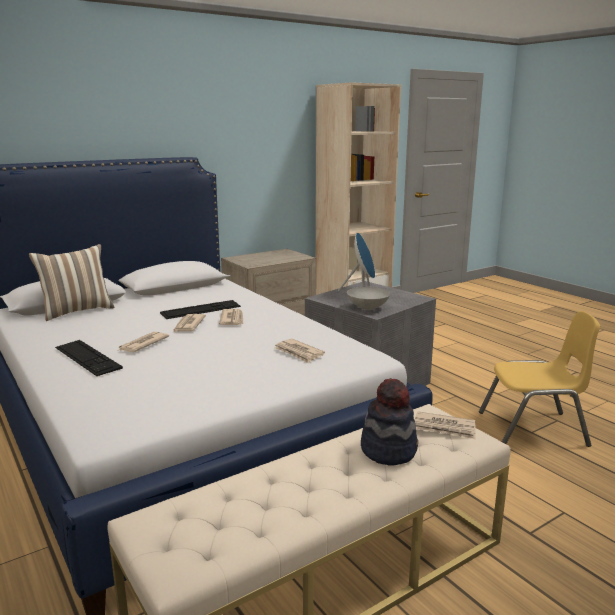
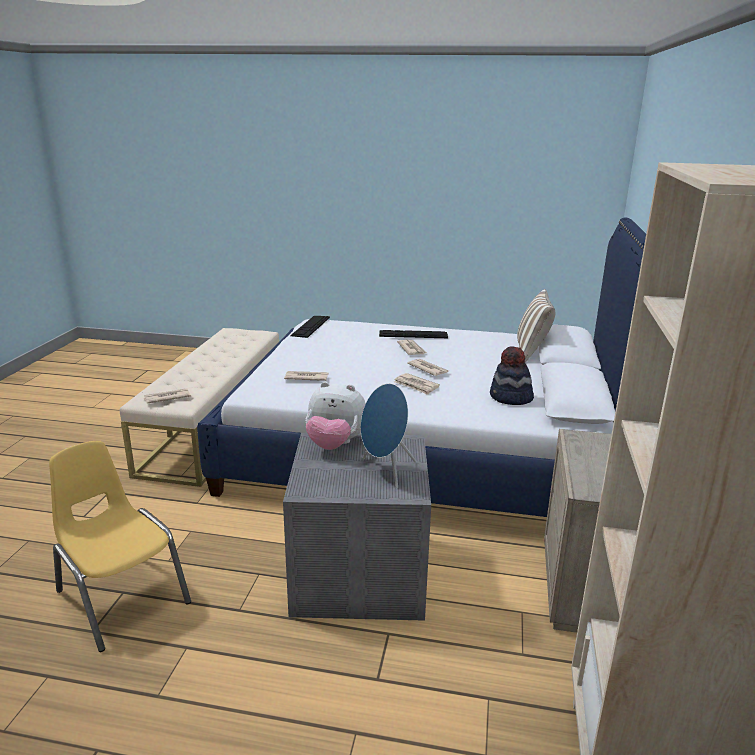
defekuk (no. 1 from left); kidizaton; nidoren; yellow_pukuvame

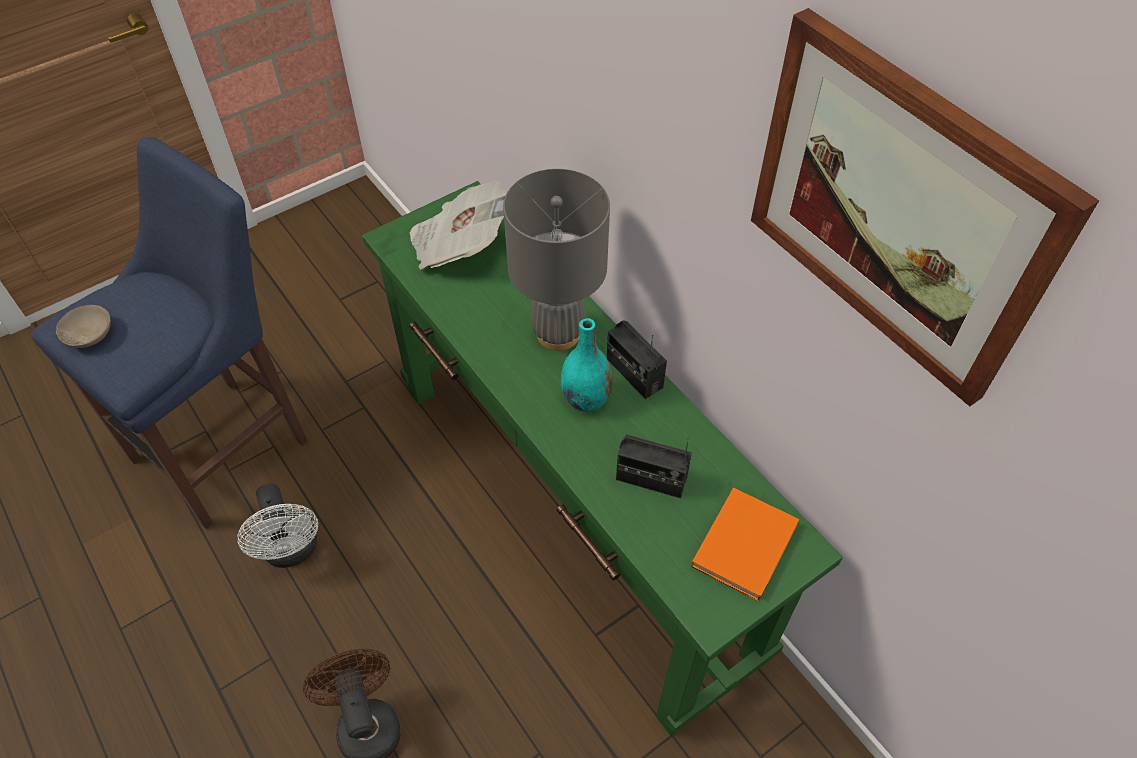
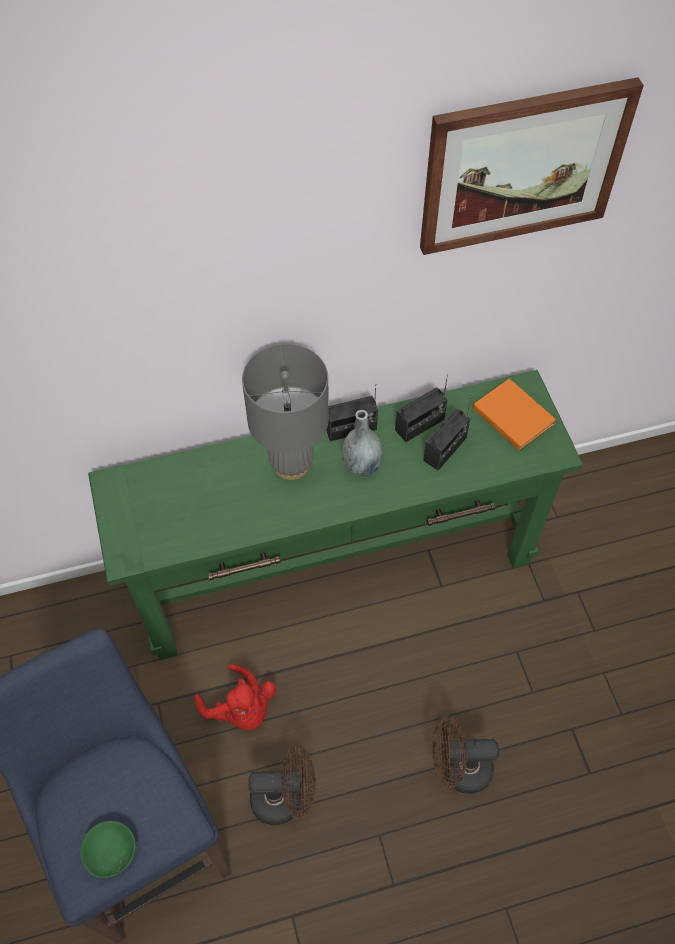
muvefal; red_nidoren; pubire (no. 2 from left); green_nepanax; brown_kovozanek (no. 1 from left); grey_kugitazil

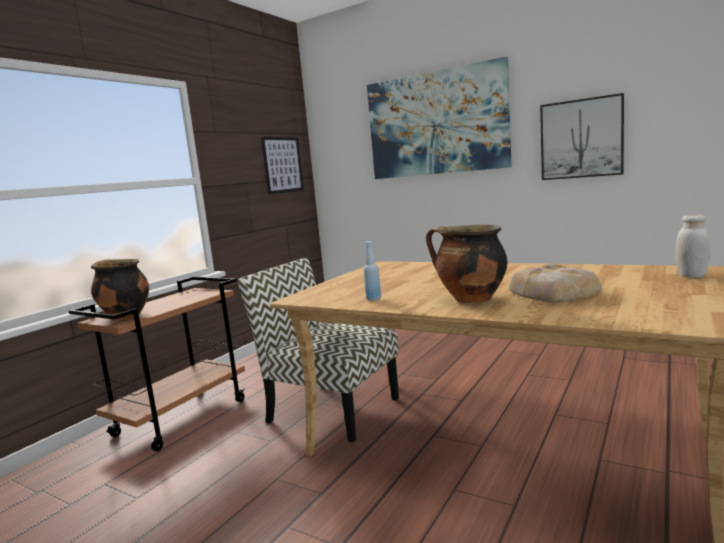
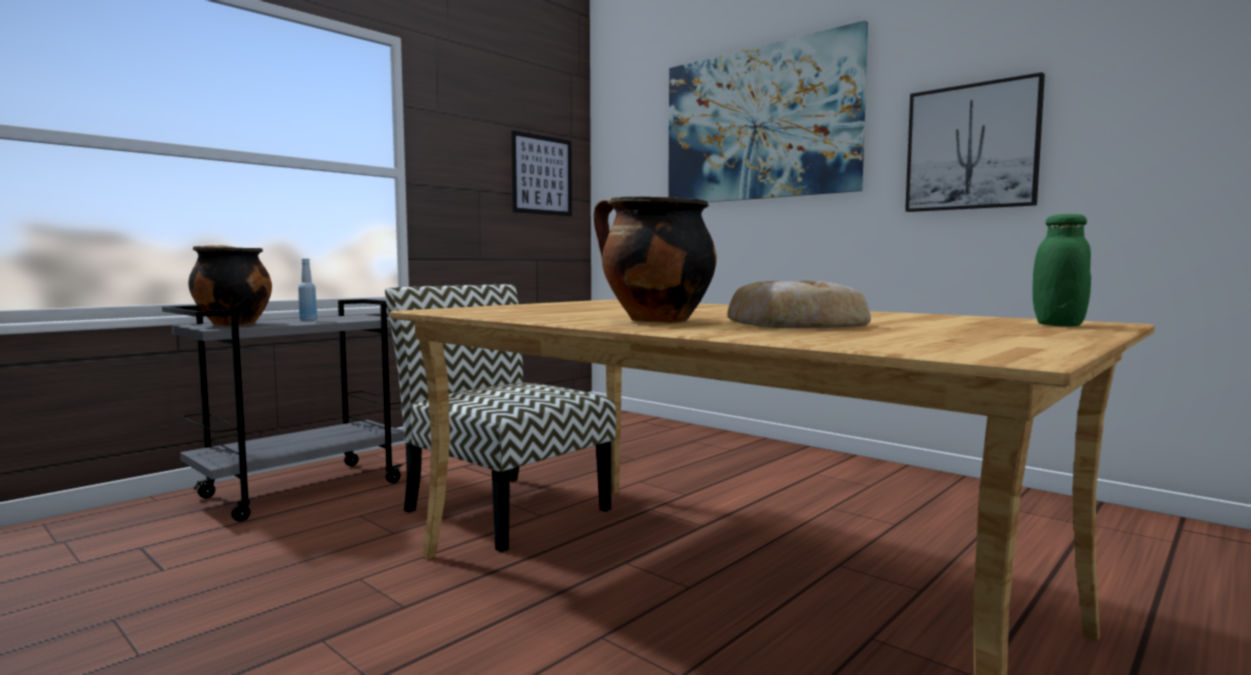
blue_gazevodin; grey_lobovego; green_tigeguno

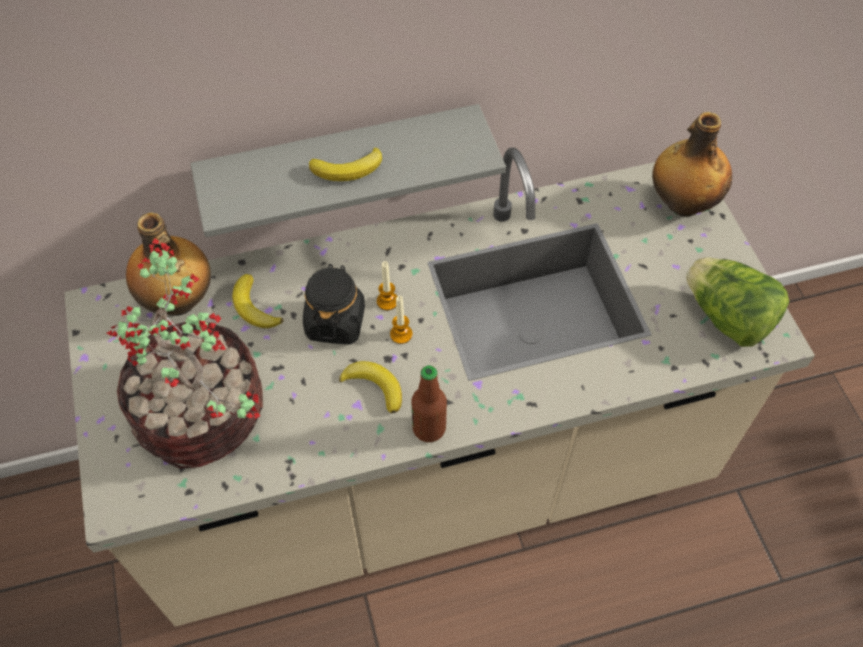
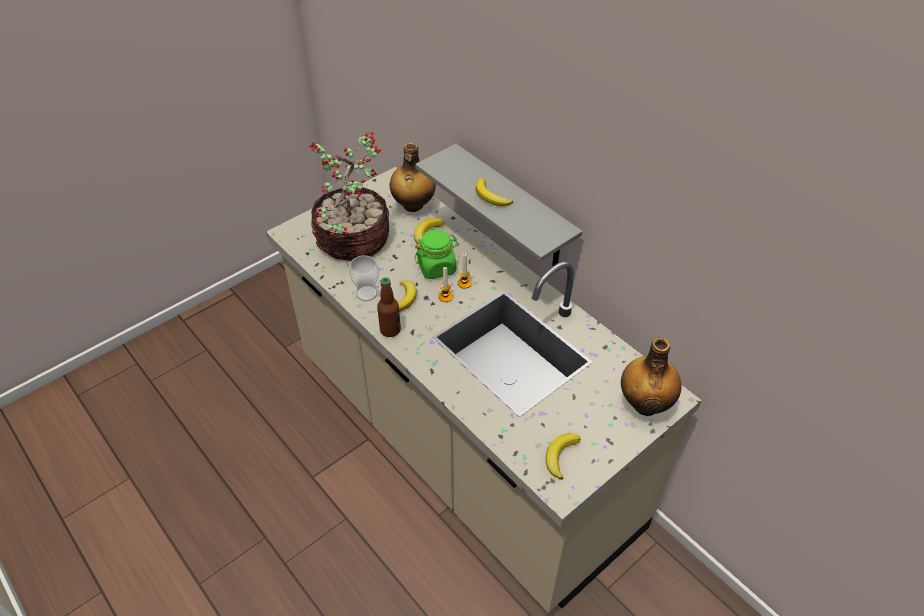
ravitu; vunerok (no. 4 from left); green_tigeguno

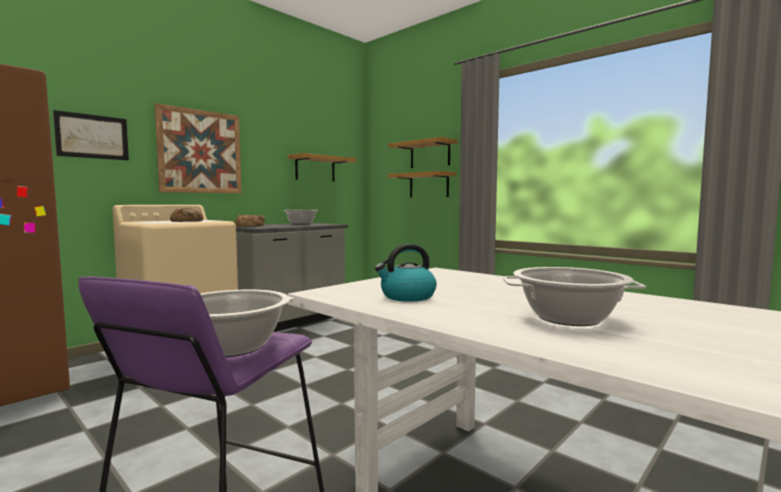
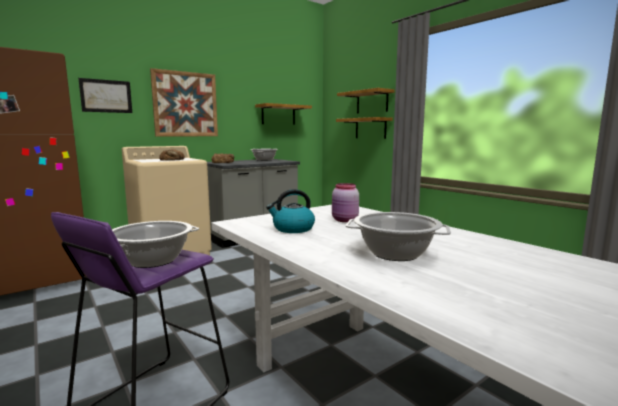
pink_tigeguno

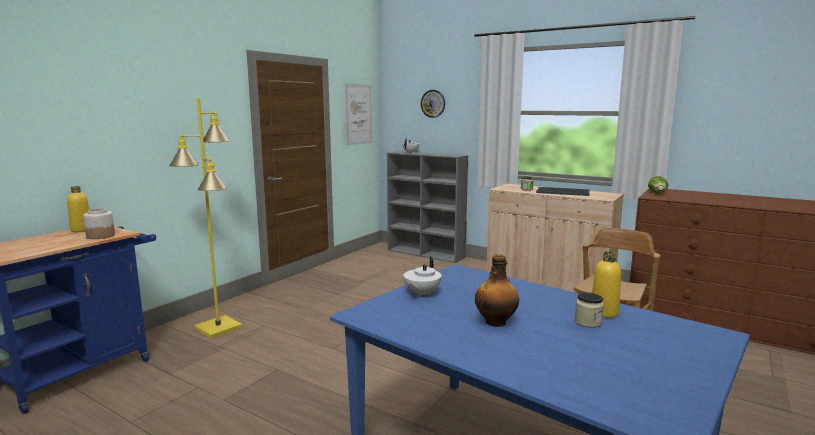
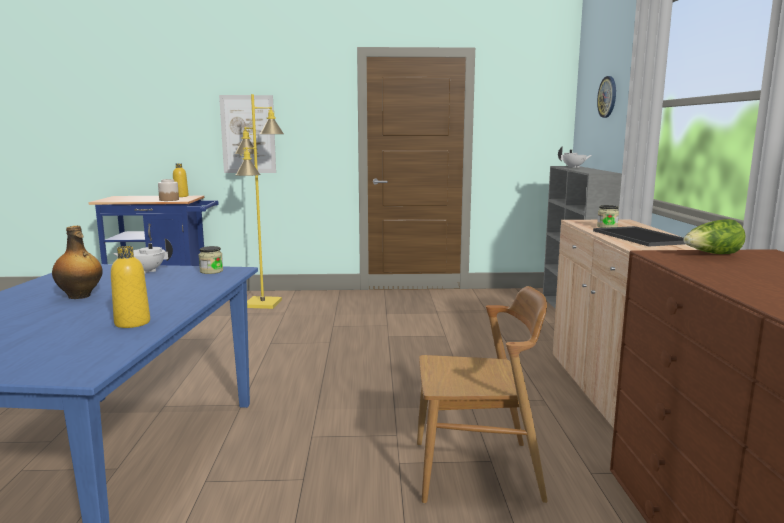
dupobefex; tigeguno (no. 2 from left)

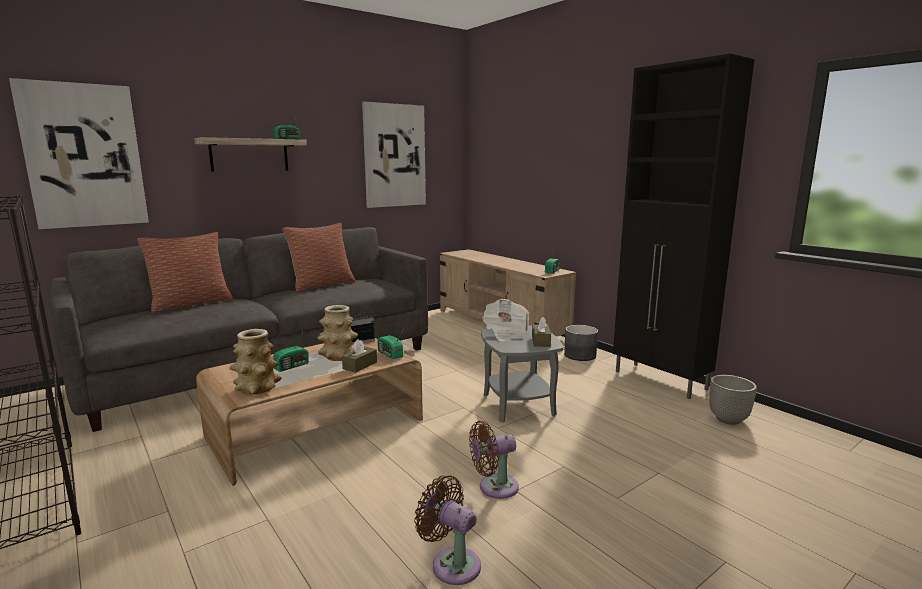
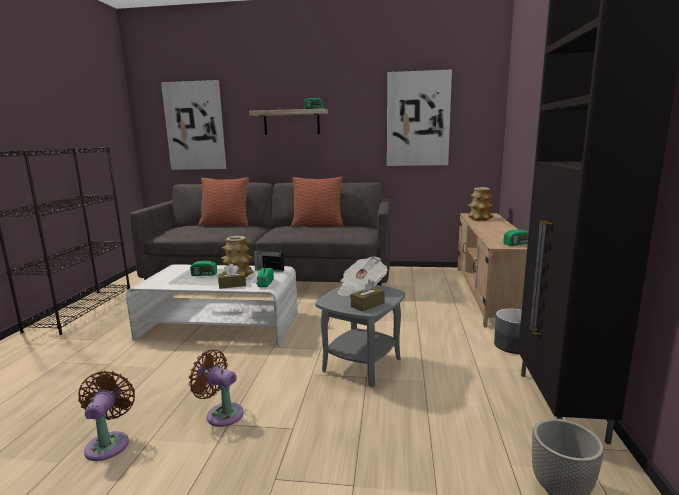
kugitazil (no. 2 from left); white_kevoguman

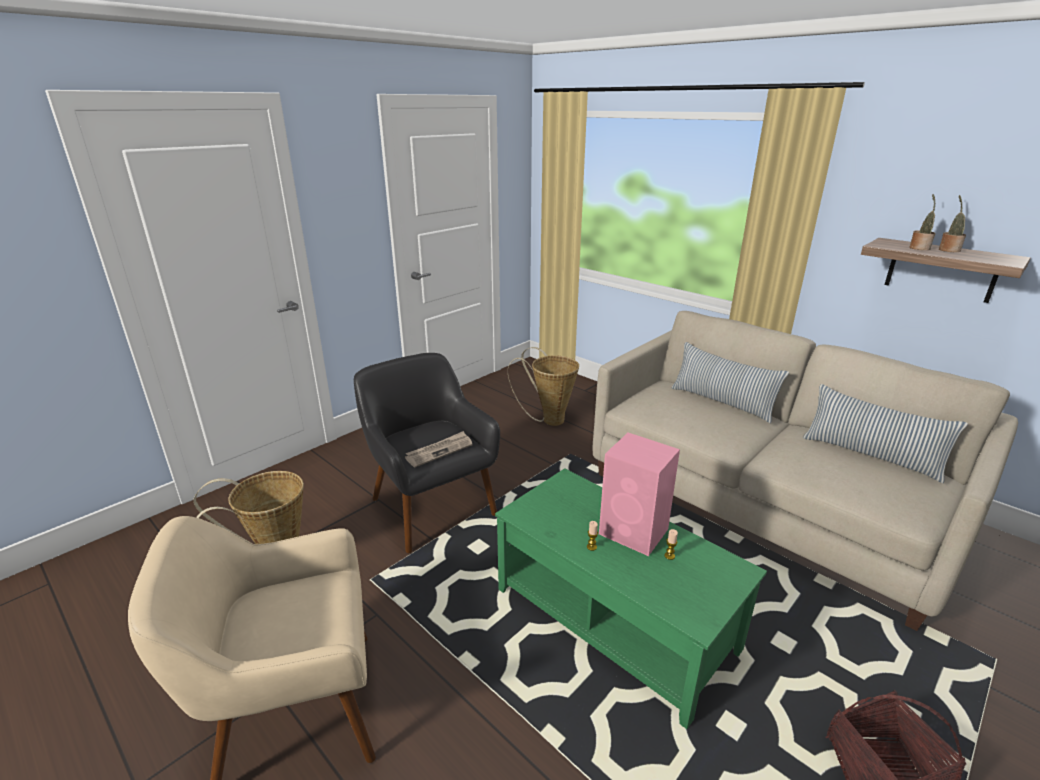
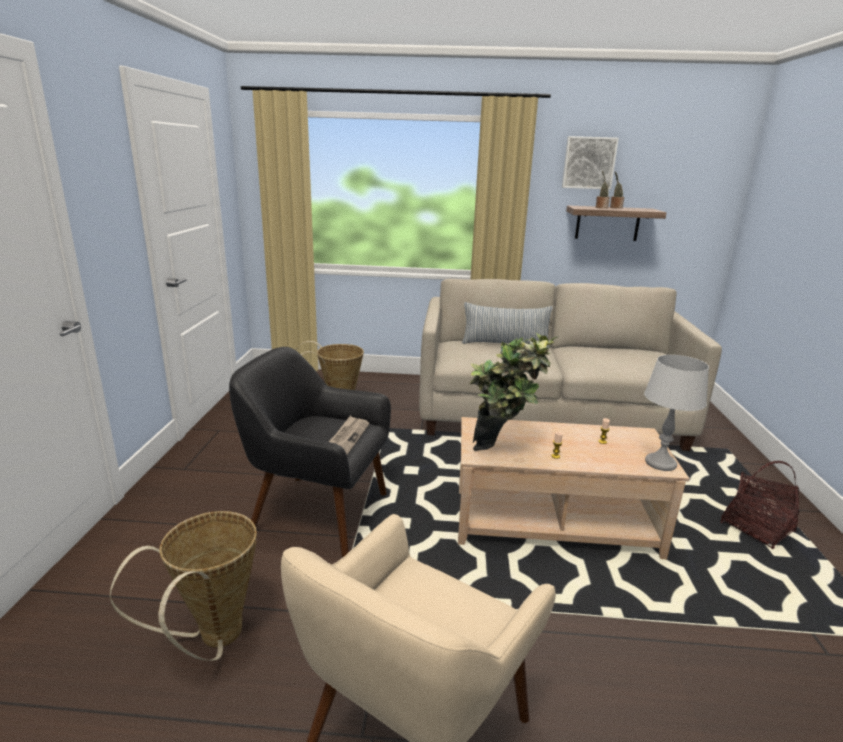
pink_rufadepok; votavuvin (no. 2 from left in the first image); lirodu (no. 1 from left); dupobefex; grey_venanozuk; beige_kevoguman

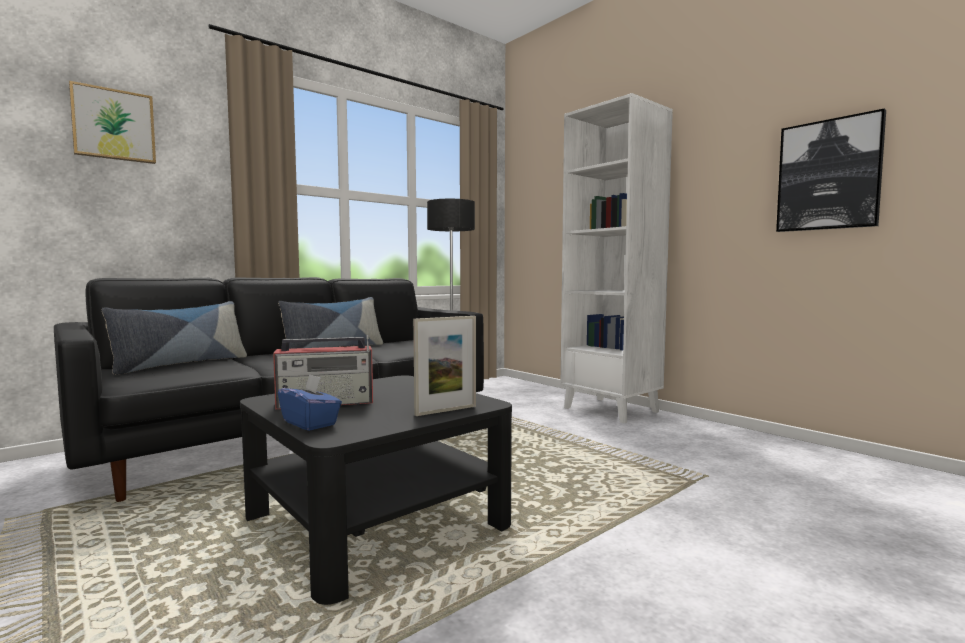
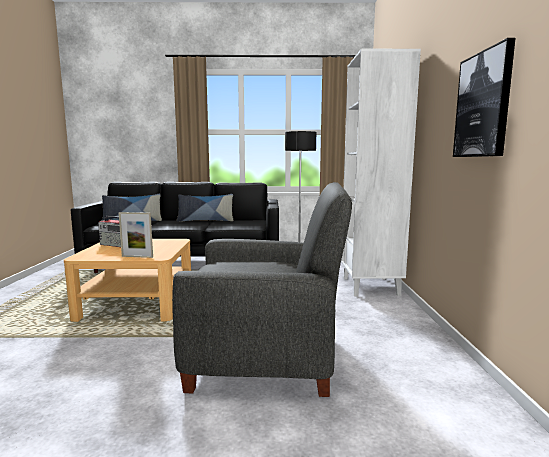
dupobefex (no. 1 from left in the first image); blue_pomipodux; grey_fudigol; beige_kevoguman

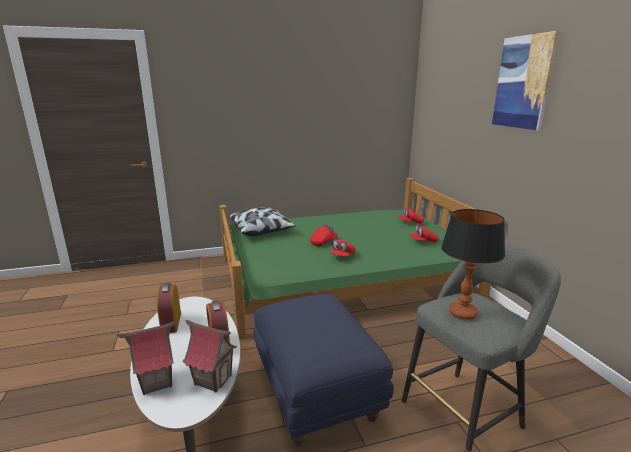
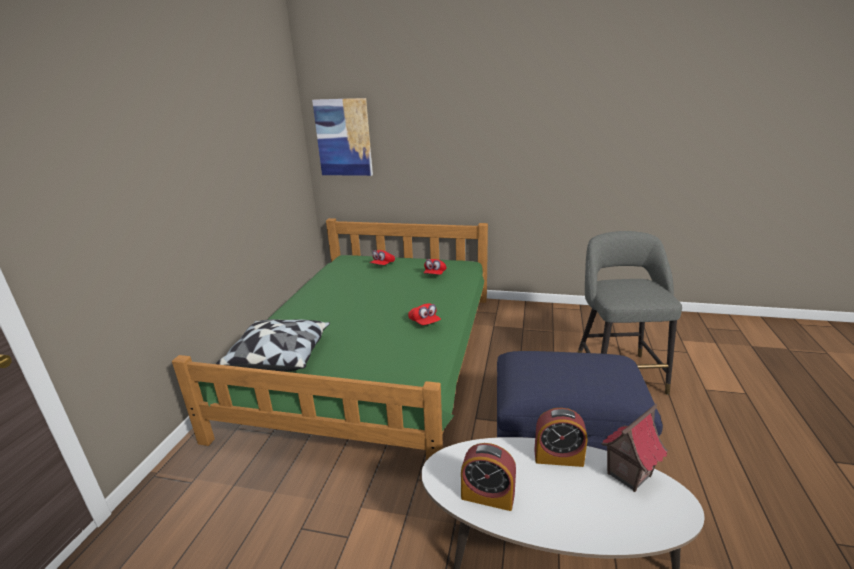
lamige (no. 1 from left in the first image); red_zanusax (no. 1 from left in the first image); venanozuk; dupobefex

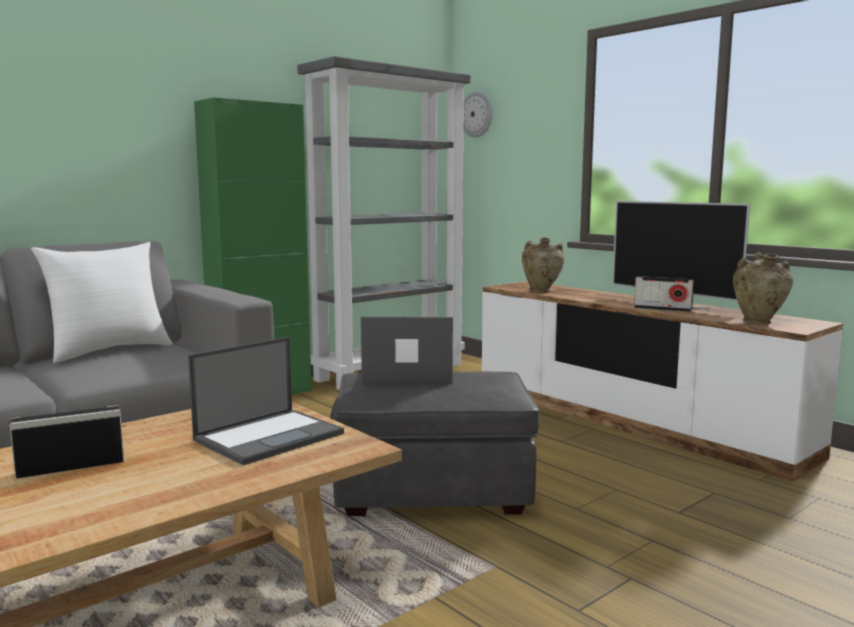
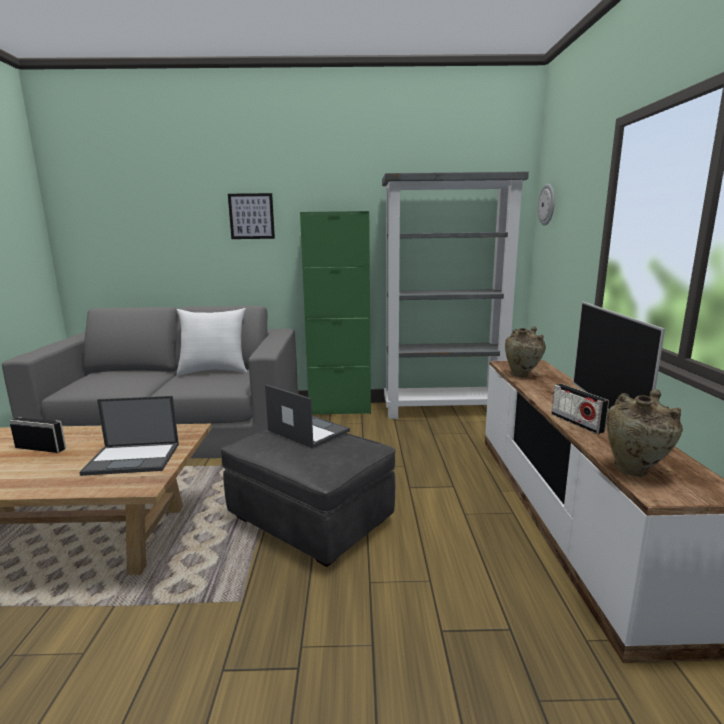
dupobefex

